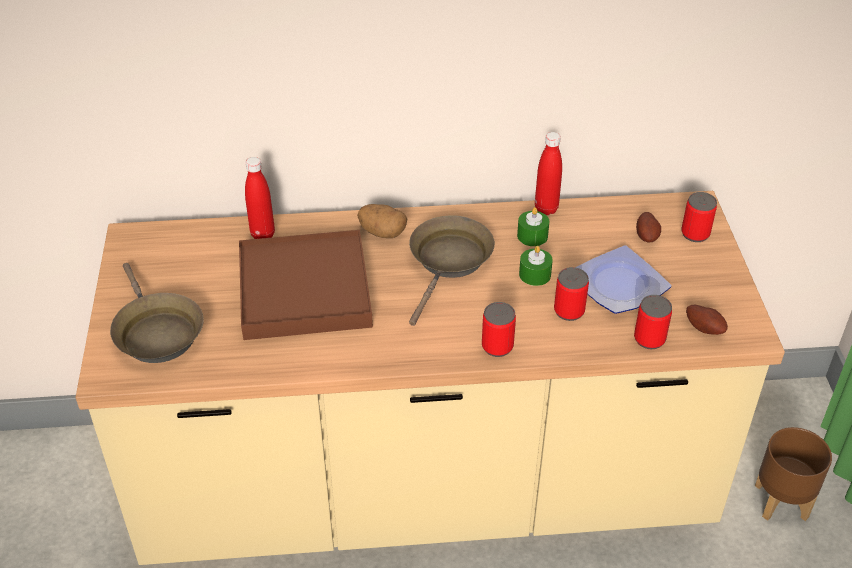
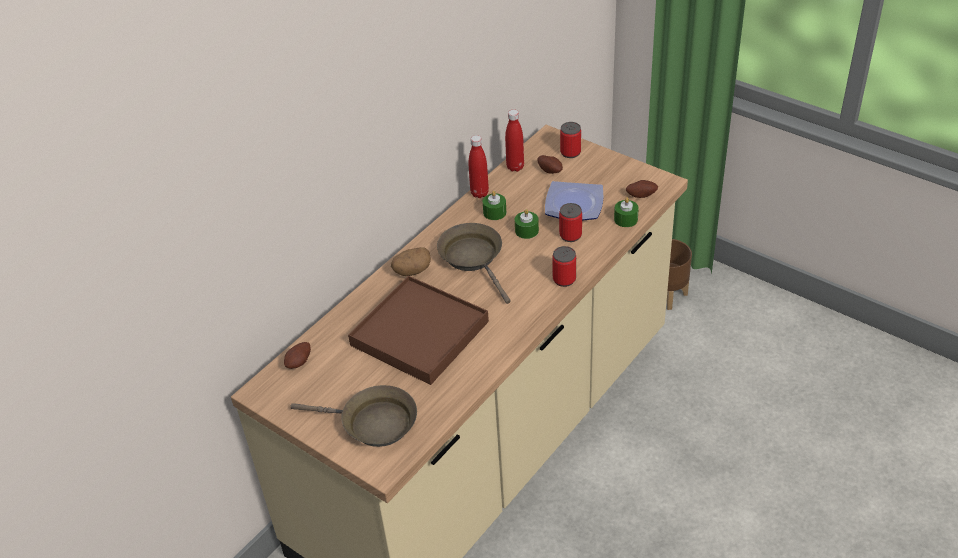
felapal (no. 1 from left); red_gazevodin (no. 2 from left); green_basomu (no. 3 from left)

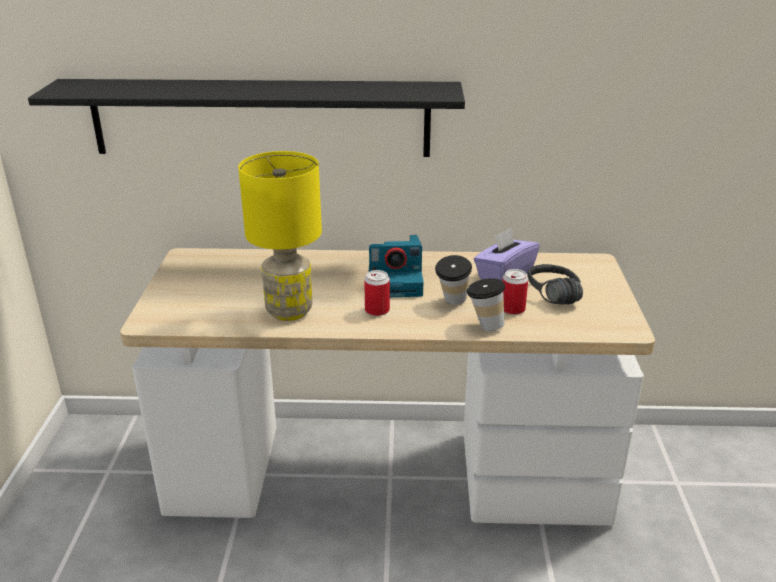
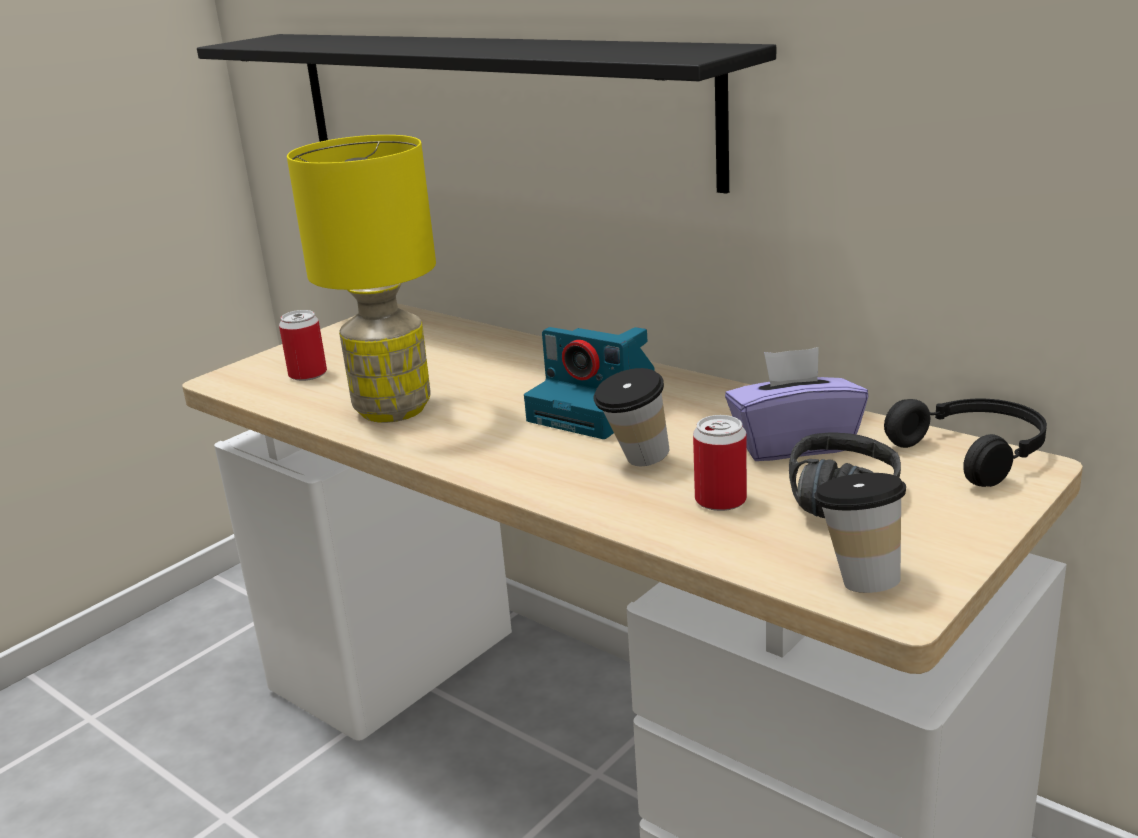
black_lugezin (no. 2 from left); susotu (no. 1 from left); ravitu (no. 2 from left)

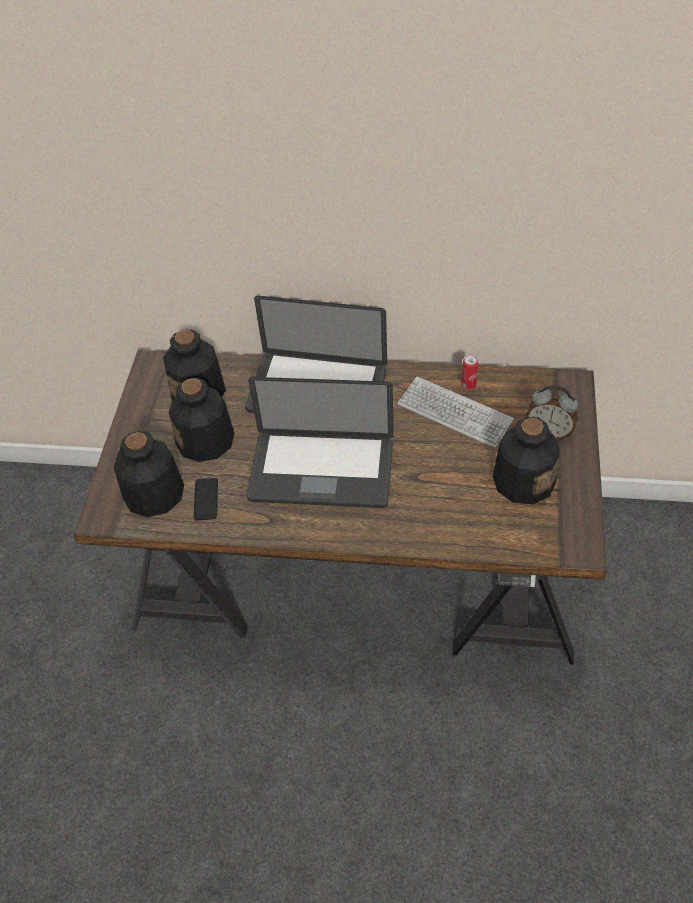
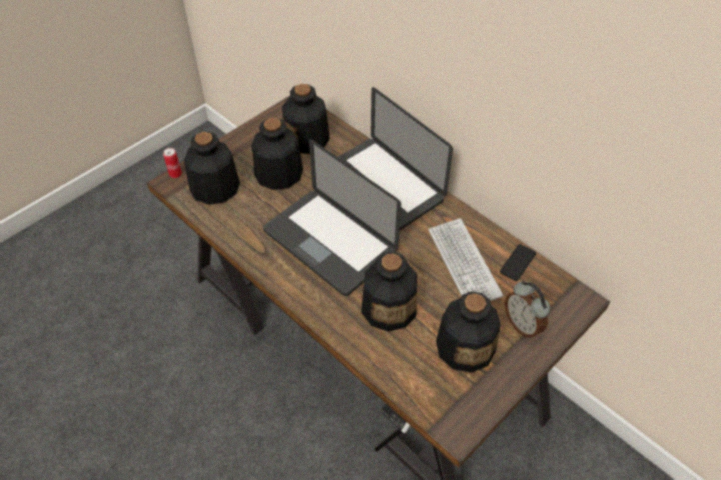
gazevodin (no. 4 from left); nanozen; susotu

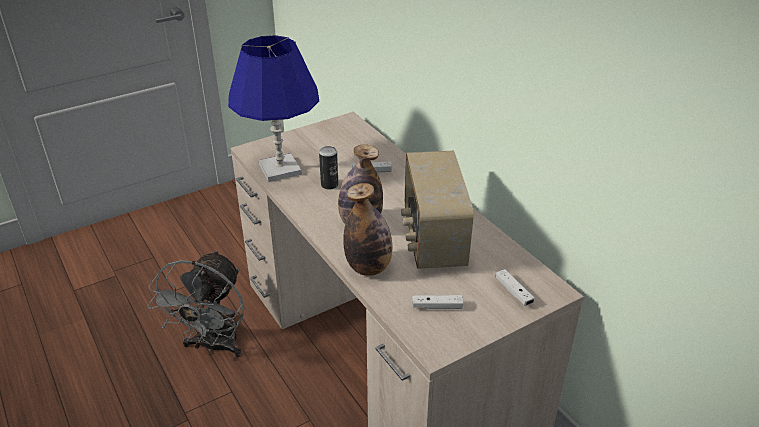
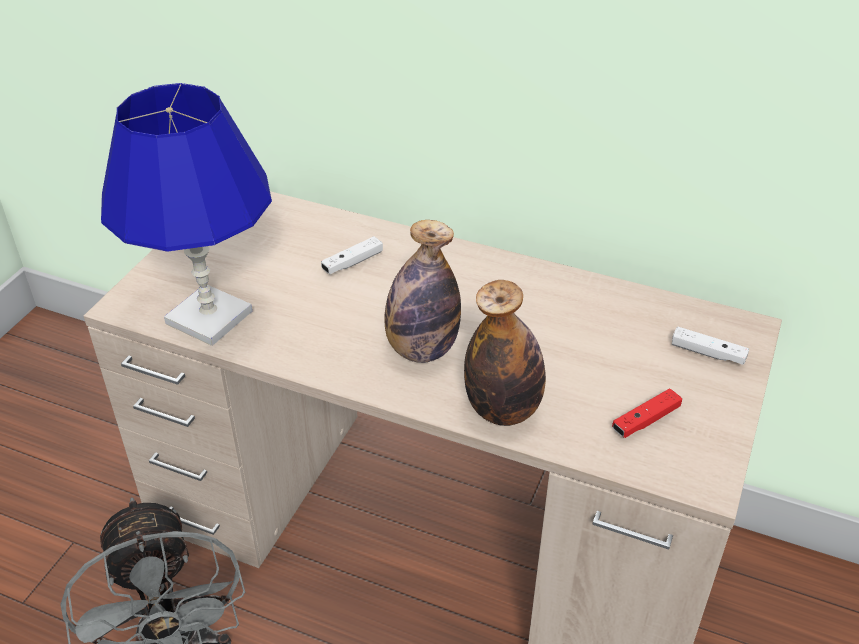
susotu; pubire; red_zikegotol

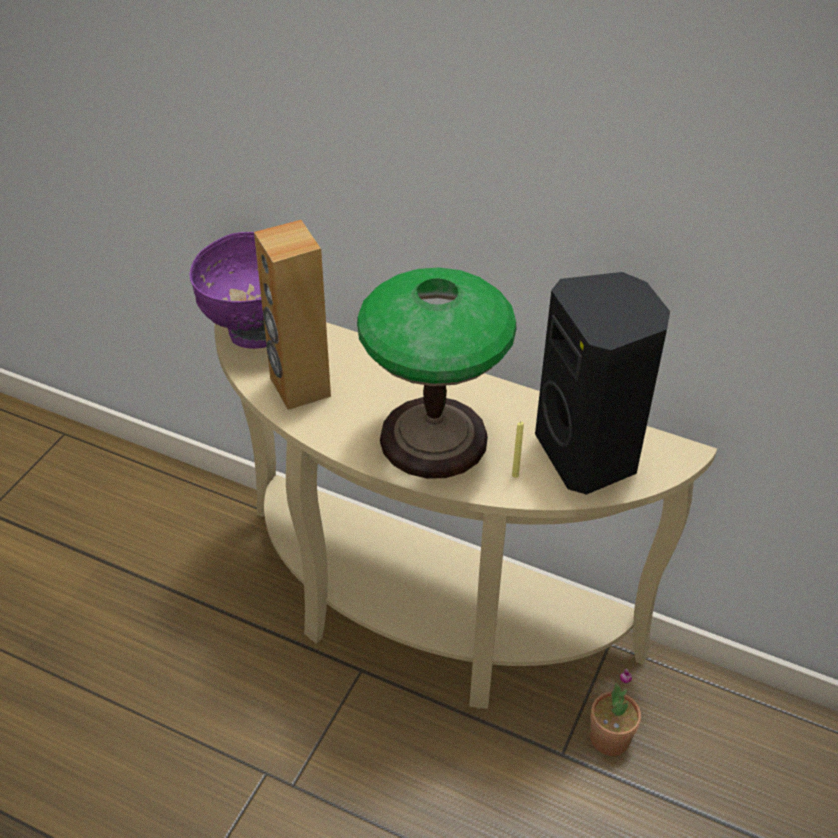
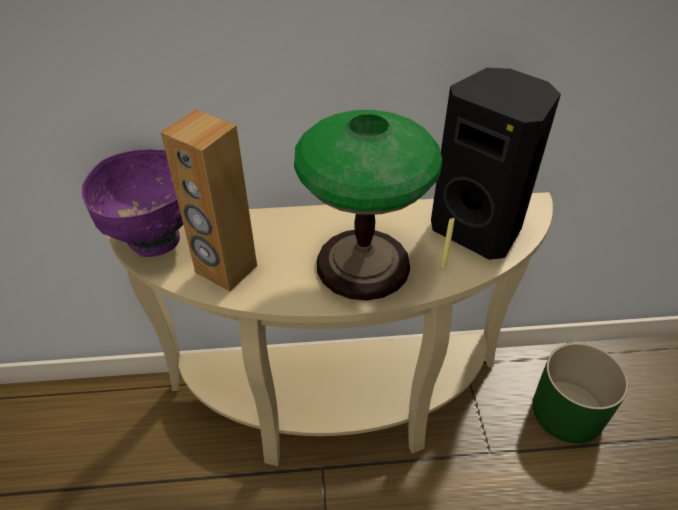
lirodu; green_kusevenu

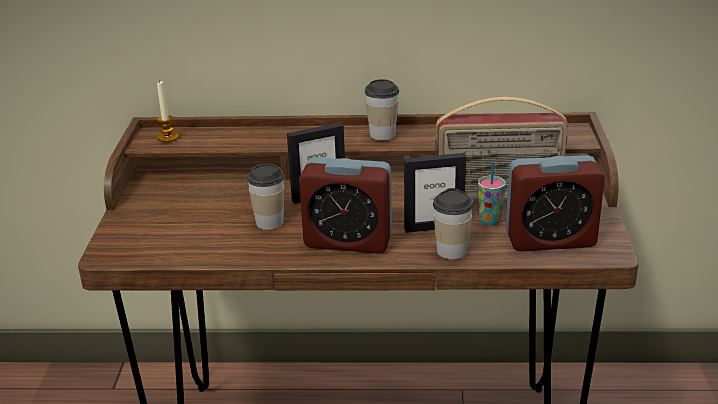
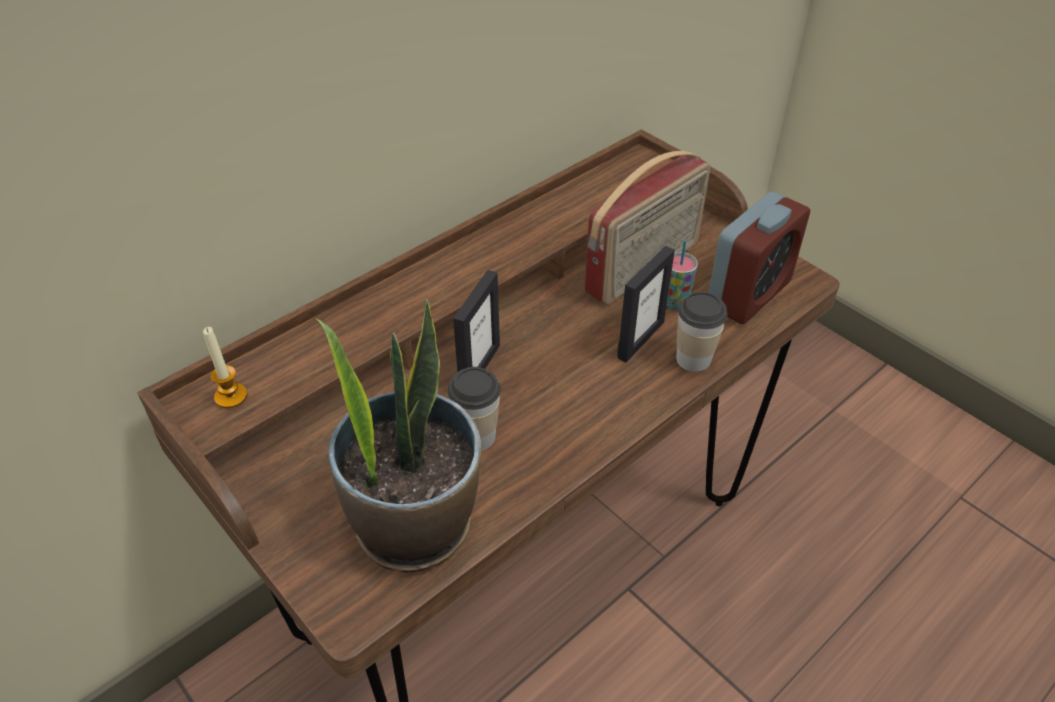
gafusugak (no. 1 from left in the first image); ravitu (no. 2 from left in the first image); lirodu

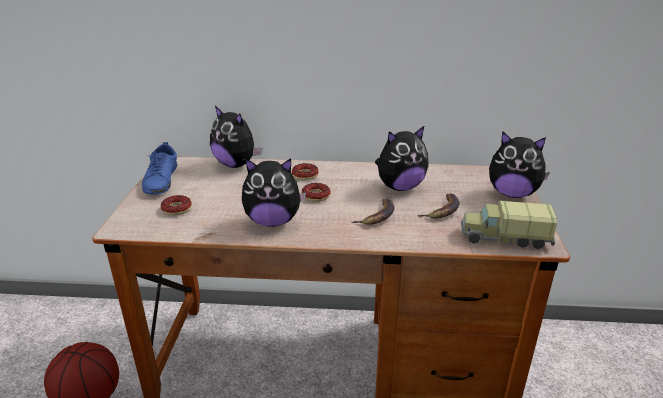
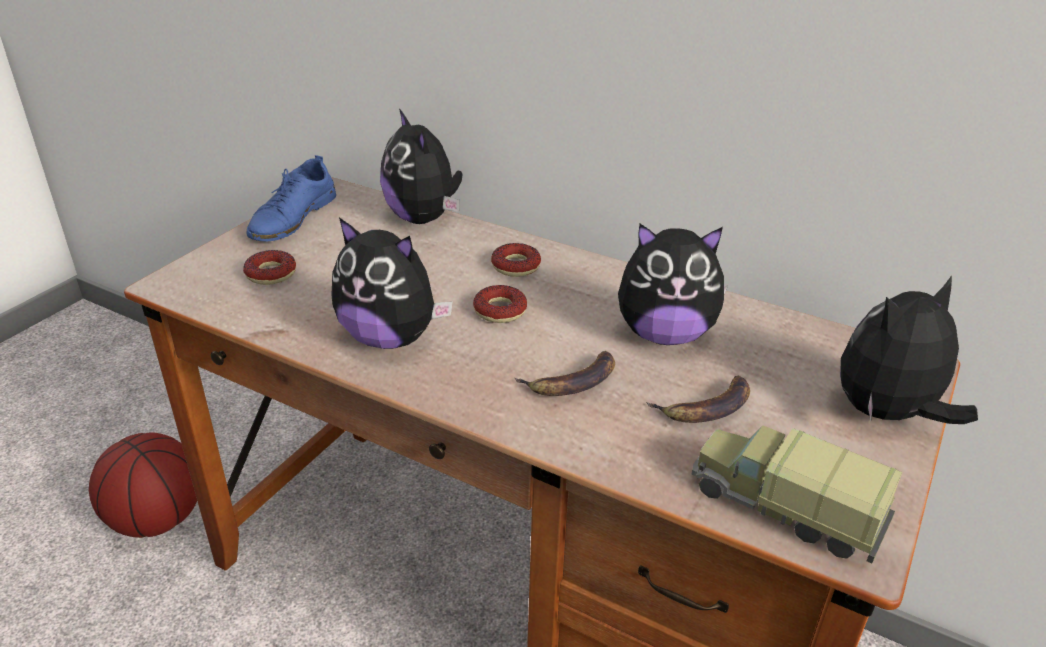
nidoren (no. 4 from left)

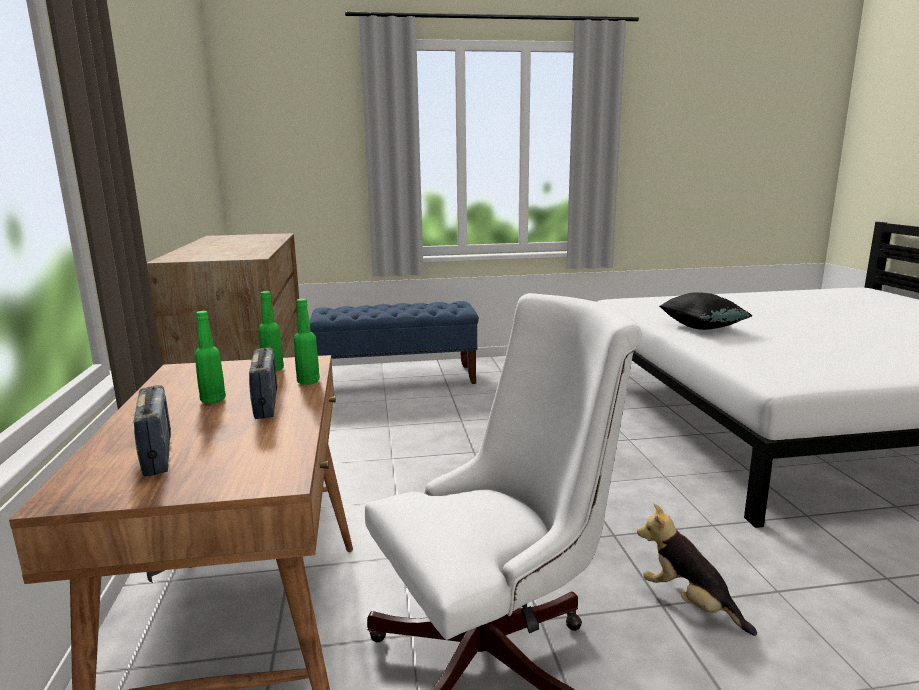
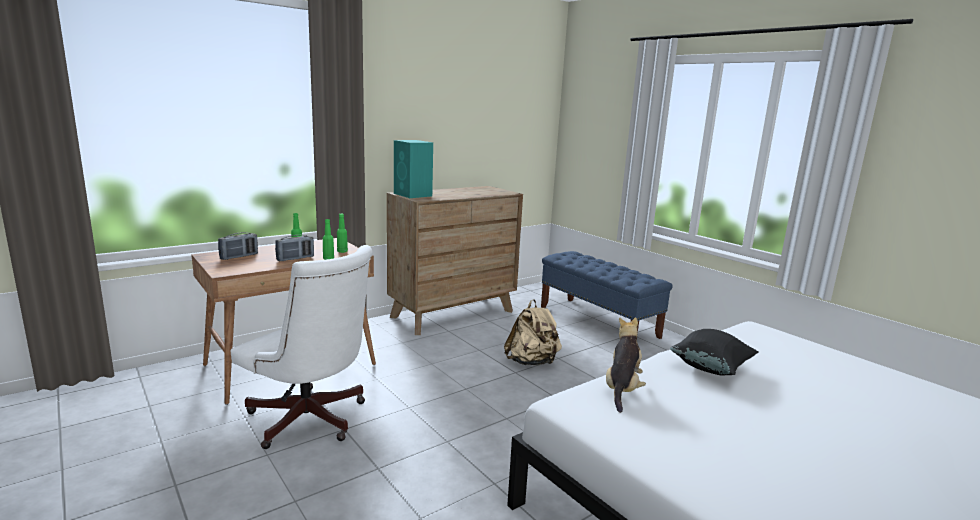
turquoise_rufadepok; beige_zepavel; nidoren

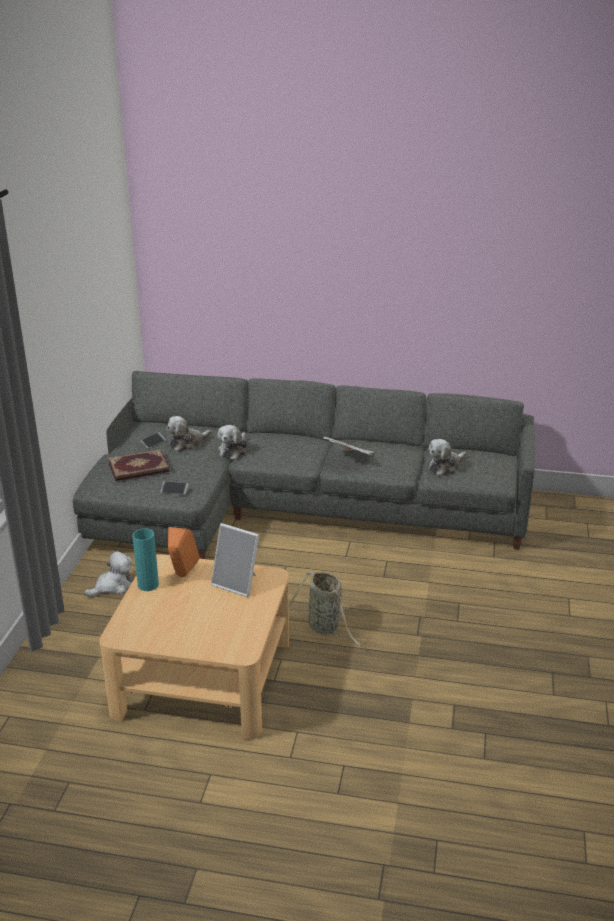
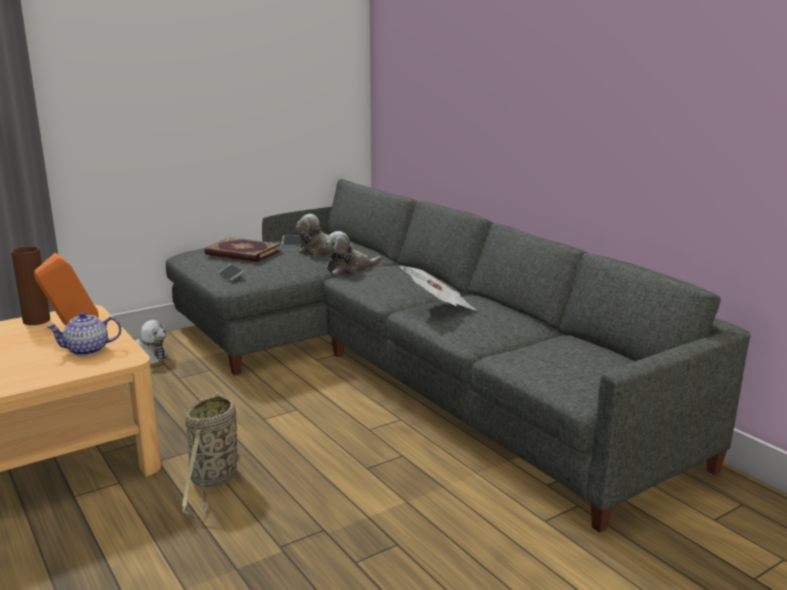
nidoren (no. 4 from left in the first image); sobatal; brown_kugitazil

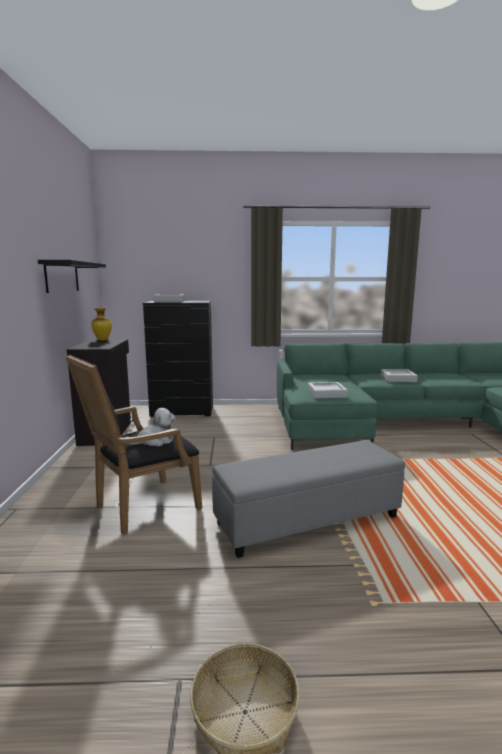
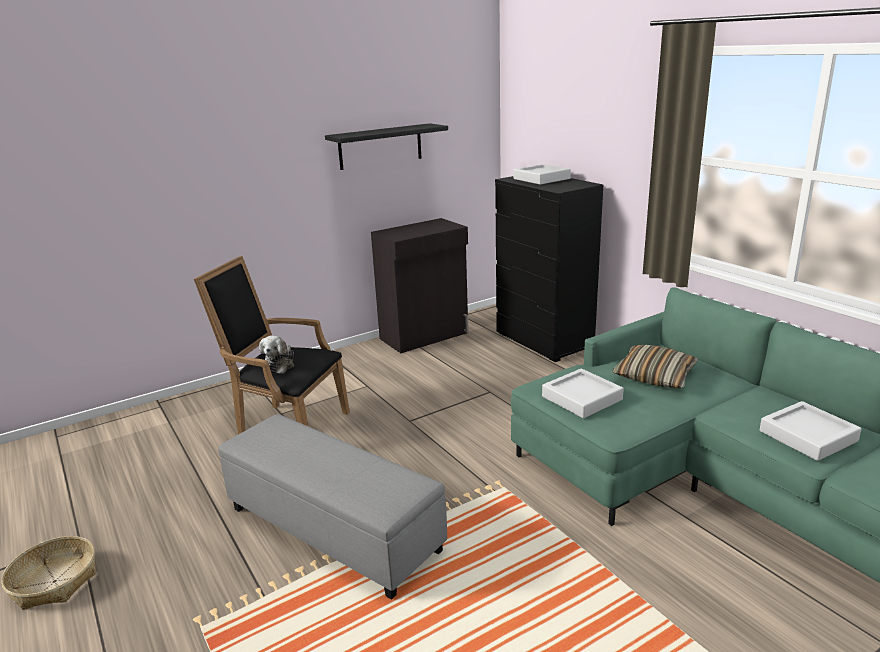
kugitazil; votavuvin; nidoren

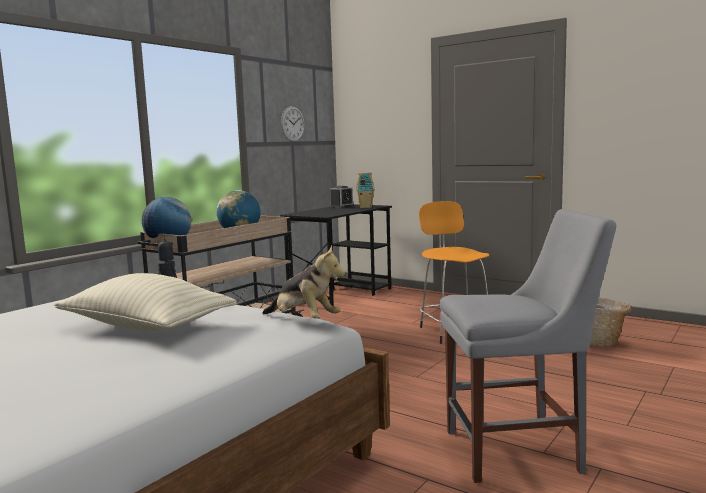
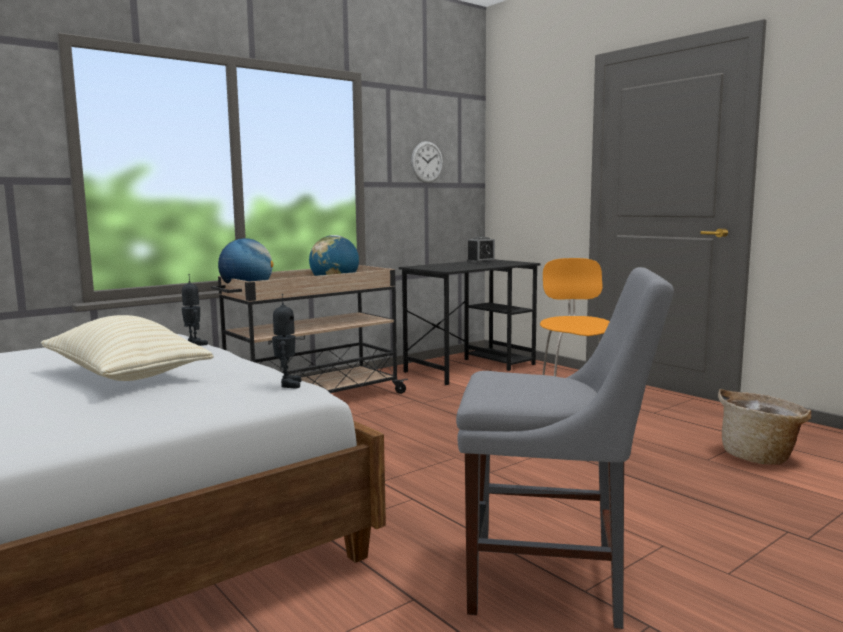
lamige; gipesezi (no. 2 from left)

